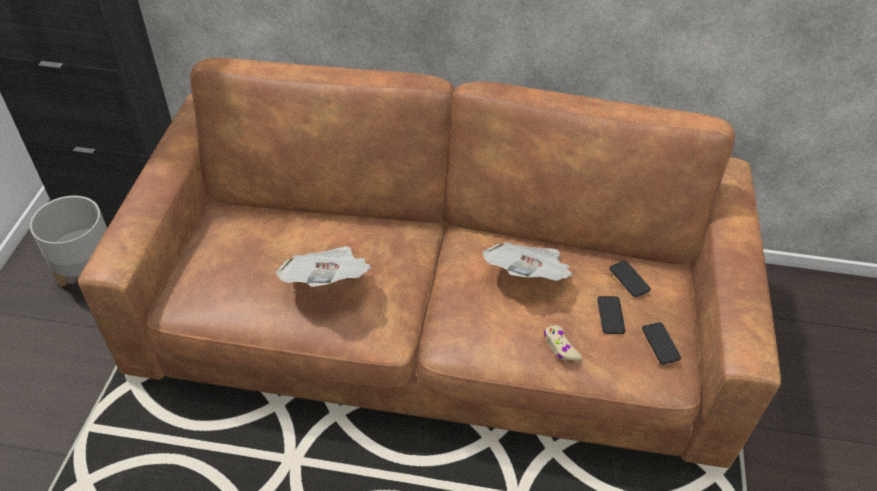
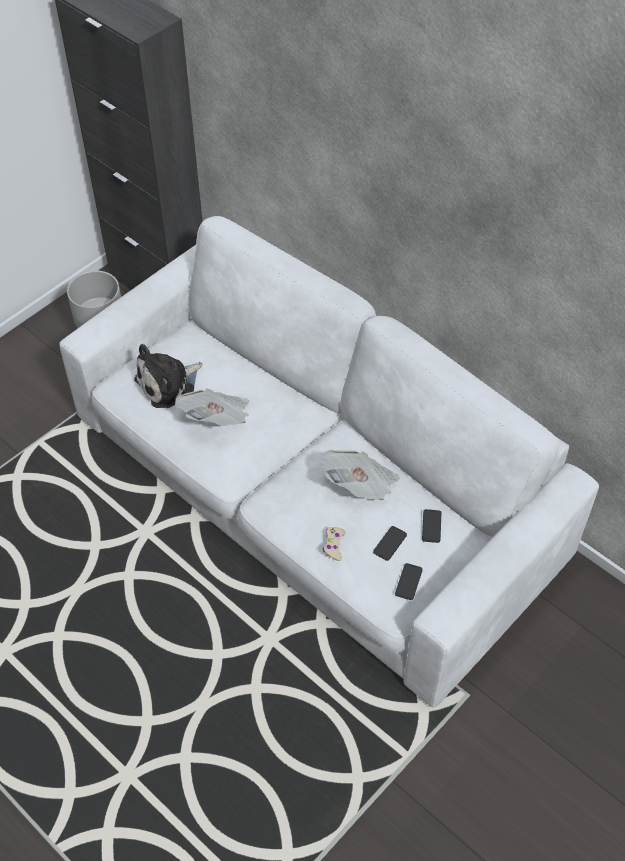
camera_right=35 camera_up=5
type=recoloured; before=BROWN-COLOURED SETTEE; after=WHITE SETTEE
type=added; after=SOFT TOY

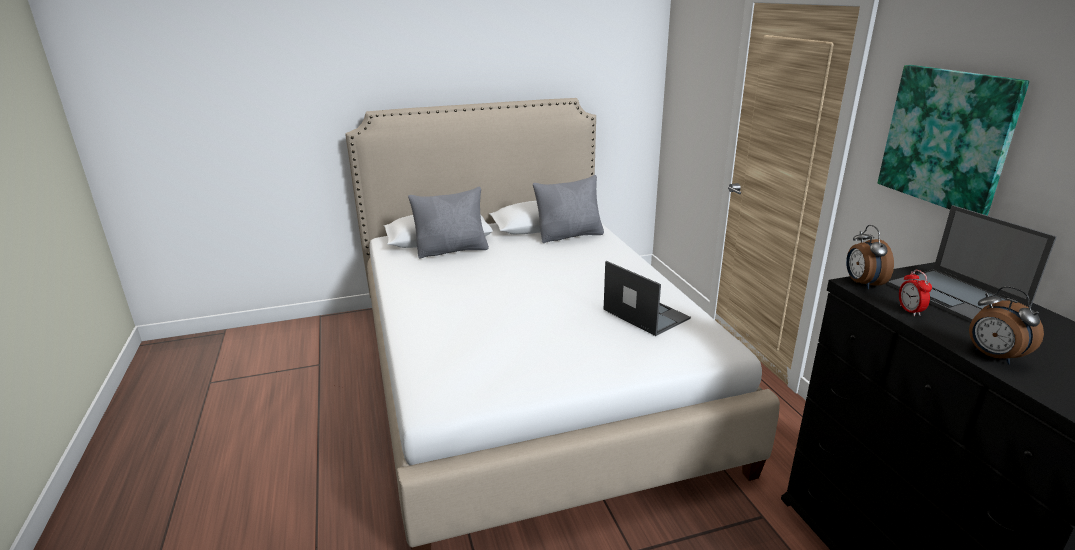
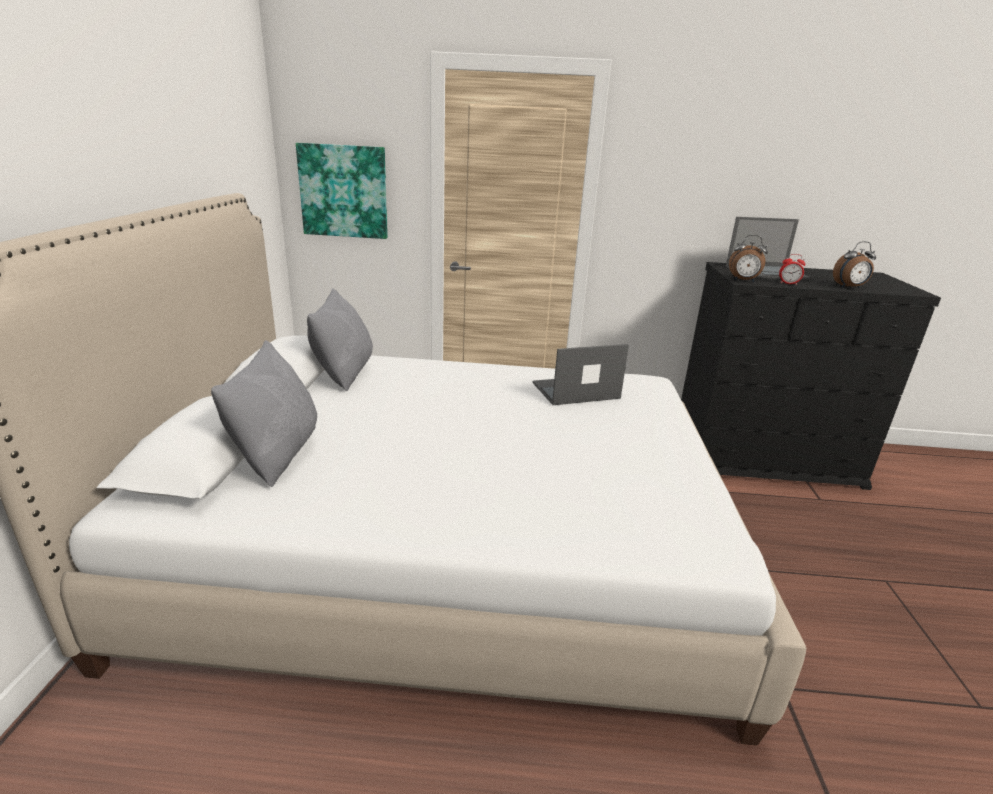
camera_right=-70 camera_up=0
type=moved; before=WALL PICTURE

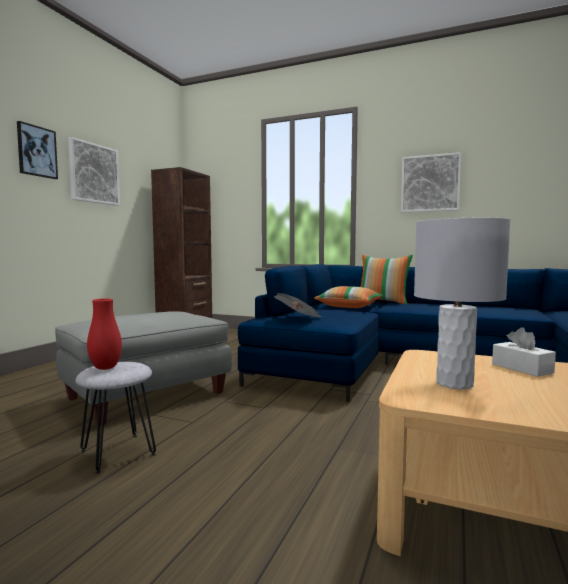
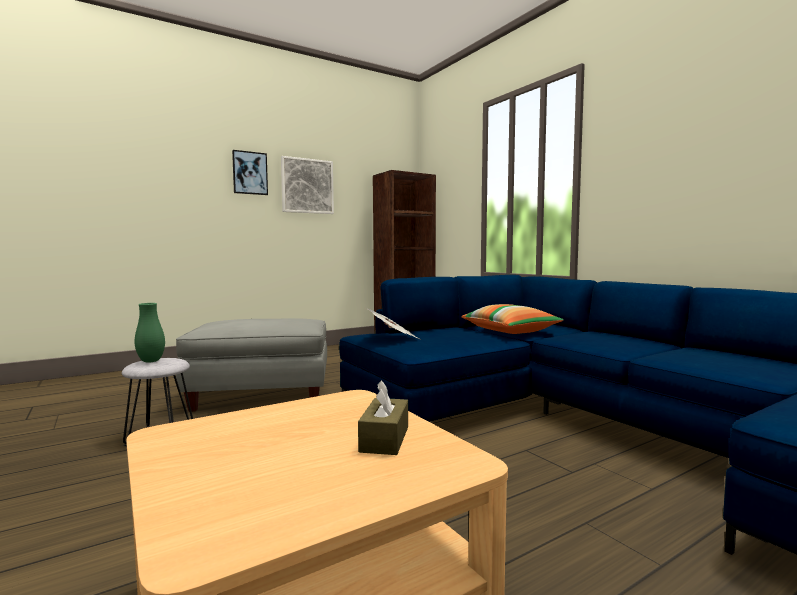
camera_right=35 camera_up=0
type=recoloured; before=REDDISH FLOWER VASE; after=GREEN-COLOURED FLOWER VASE
type=removed; before=THROW PILLOW (2nd from left)
type=removed; before=WALL PICTURE (3rd from left)
type=removed; before=GRAY TABLE LAMP
type=recoloured; before=WHITE TISSUE HOLDER; after=BROWN-COLOURED TISSUE HOLDER

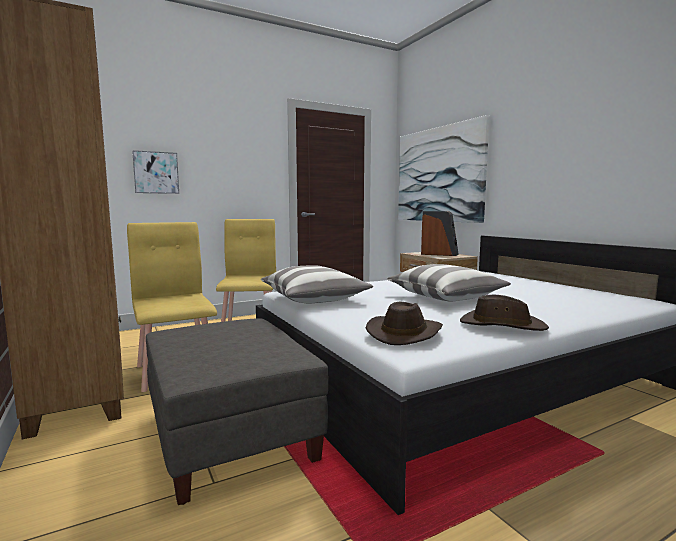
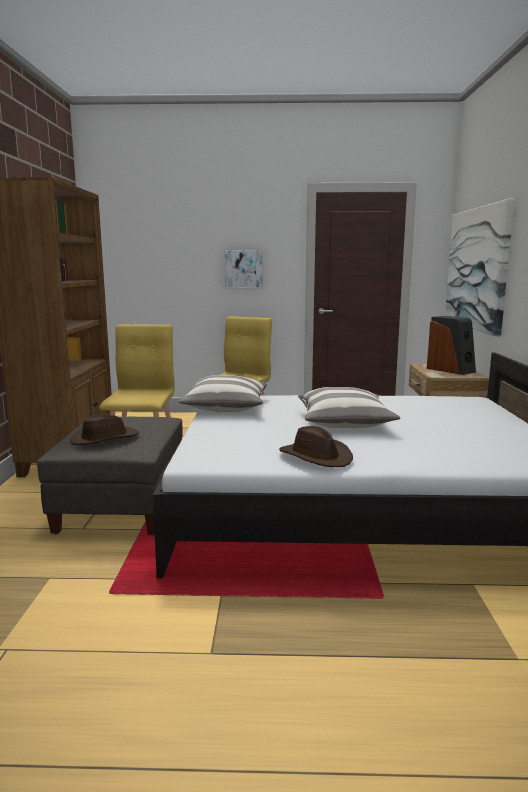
camera_right=30 camera_up=5
type=moved; before=WALL PICTURE (1st from left)
type=moved; before=BROWN-COLOURED HAT (1st from left)

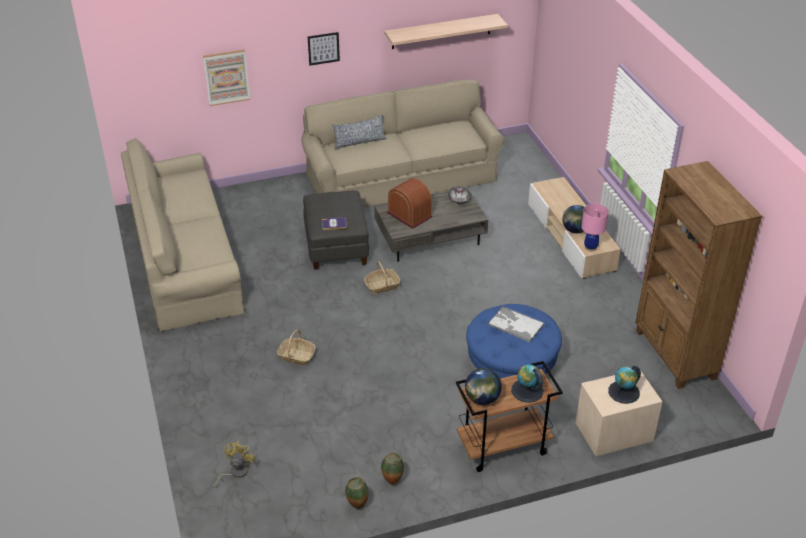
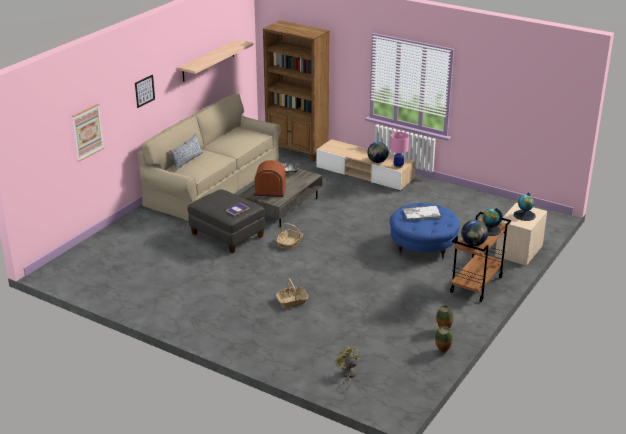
camera_right=-40 camera_up=-10
type=removed; before=SAND-COLOURED SETTEE (1st from left)
type=moved; before=BROWN-COLOURED SHELVING UNIT

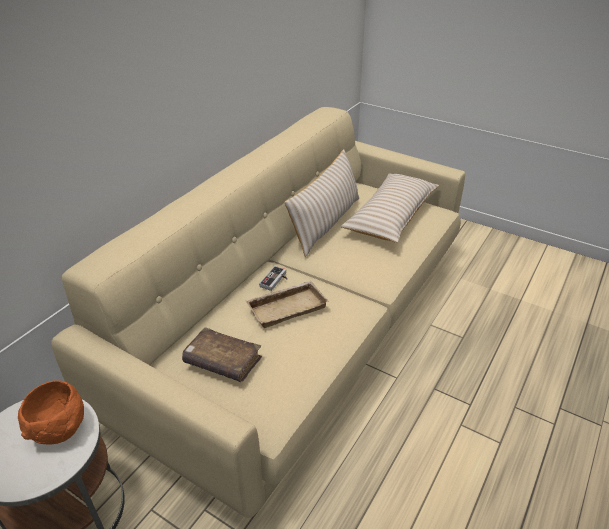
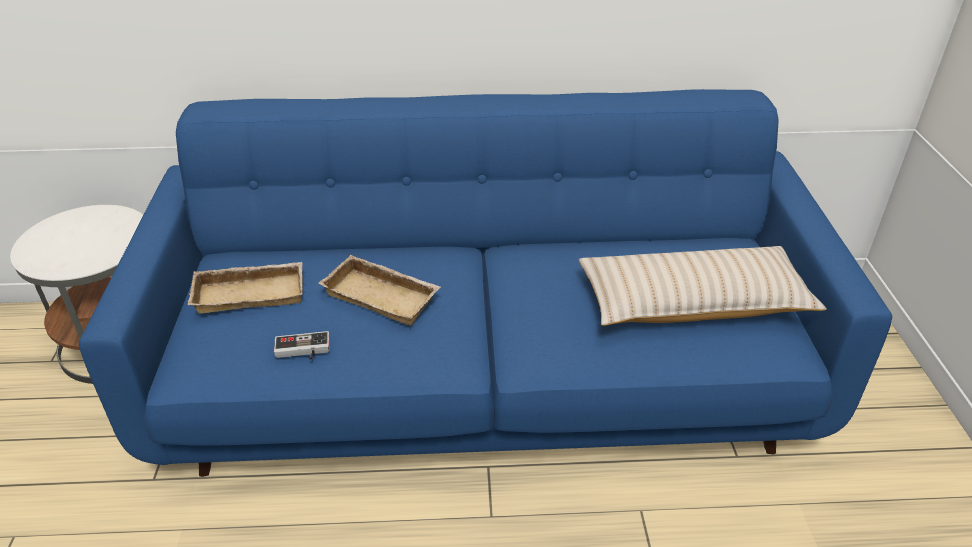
camera_right=55 camera_up=0
type=removed; before=ORANGE BOWL
type=recoloured; before=SAND-COLOURED SETTEE; after=BLUE-COLOURED SETTEE
type=replaced; before=BROWN-COLOURED BOOK; after=SAND-COLOURED TRAY (1st from left)
type=moved; before=GAMEPAD
type=removed; before=SAND-COLOURED THROW PILLOW (1st from left)

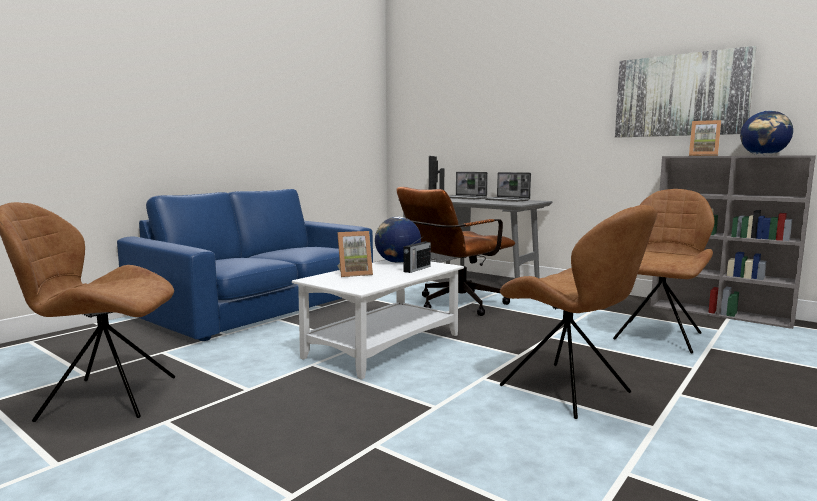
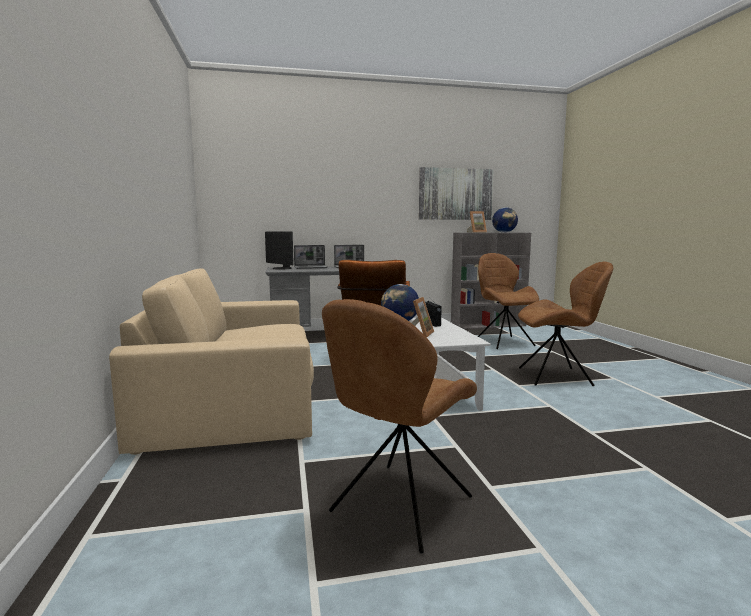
camera_right=-50 camera_up=0
type=recoloured; before=BLUE-COLOURED SETTEE; after=SAND-COLOURED SETTEE

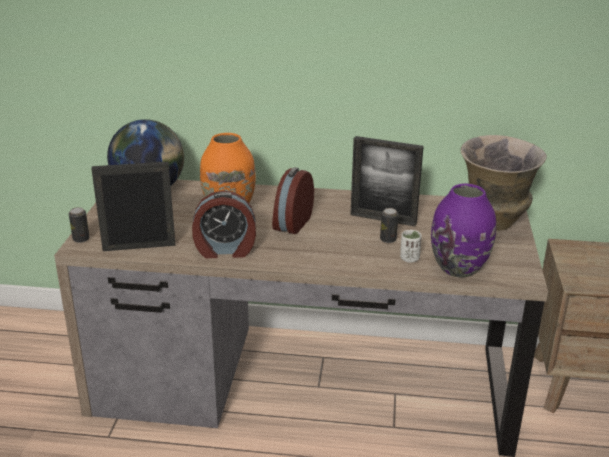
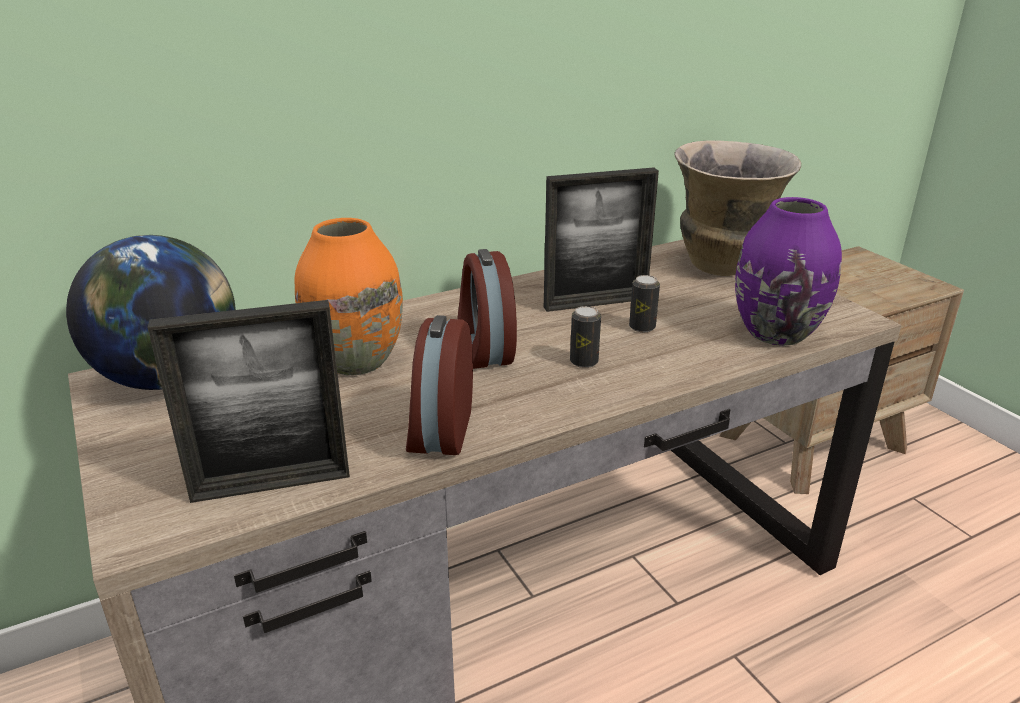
camera_right=-35 camera_up=0
type=moved; before=CAN (1st from left)
type=turned; before=STANDING FRAME (1st from left); turn=-150
type=turned; before=ALARM CLOCK (1st from left); turn=135
type=removed; before=WHITE DRINKING CUP

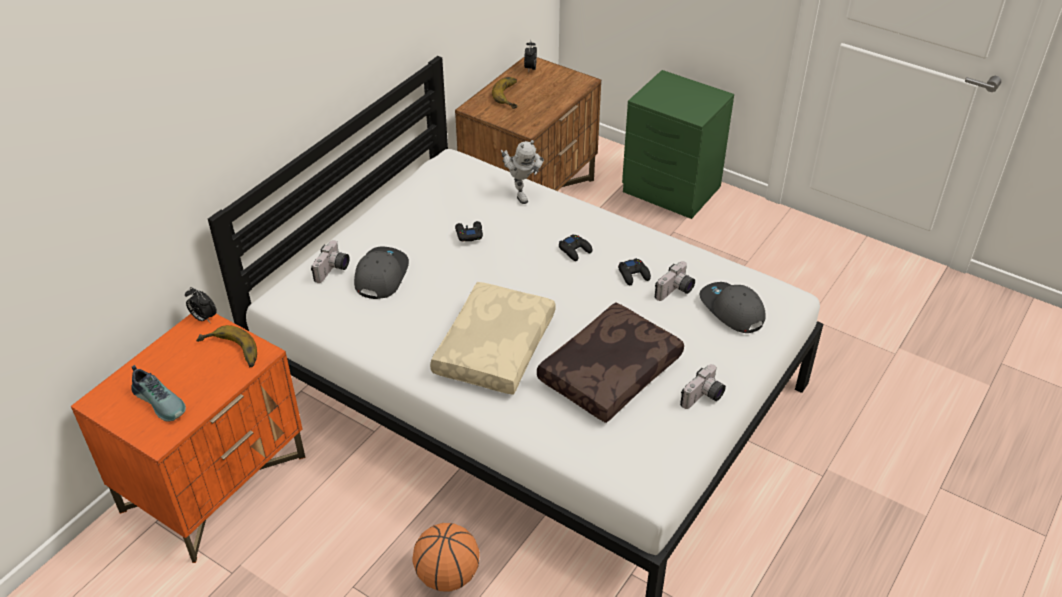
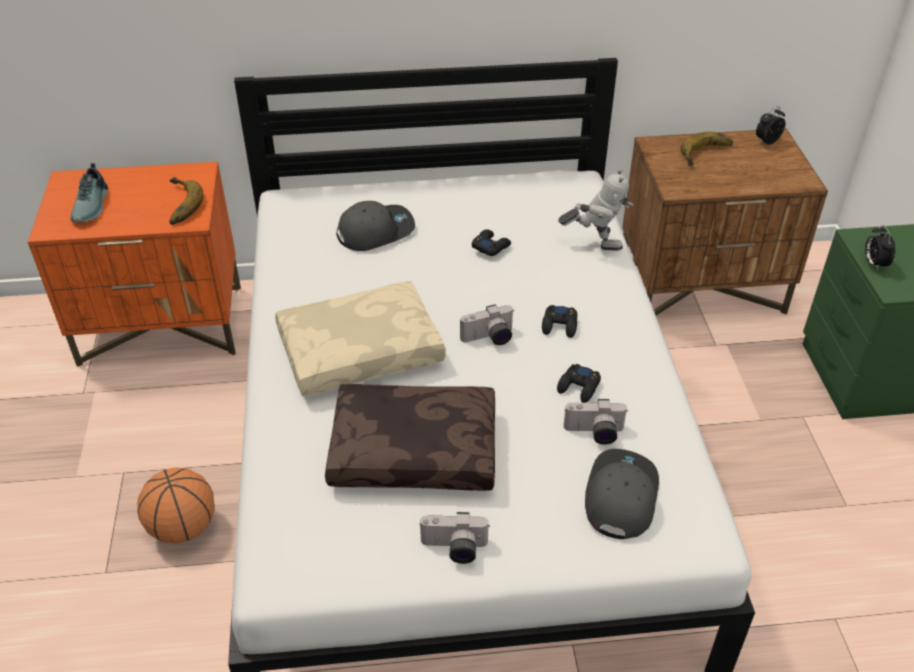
camera_right=50 camera_up=0
type=moved; before=ALARM CLOCK (1st from left in the first image); after=ALARM CLOCK (2nd from left)
type=moved; before=STILL CAMERA (1st from left in the first image); after=STILL CAMERA (2nd from left)
type=turned; before=MODEL ROBOT; turn=-105

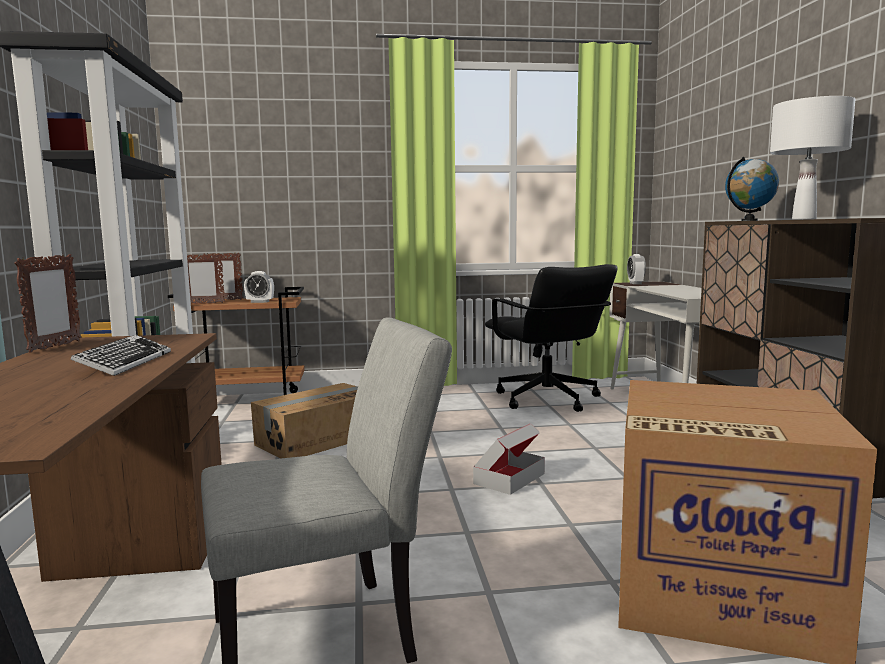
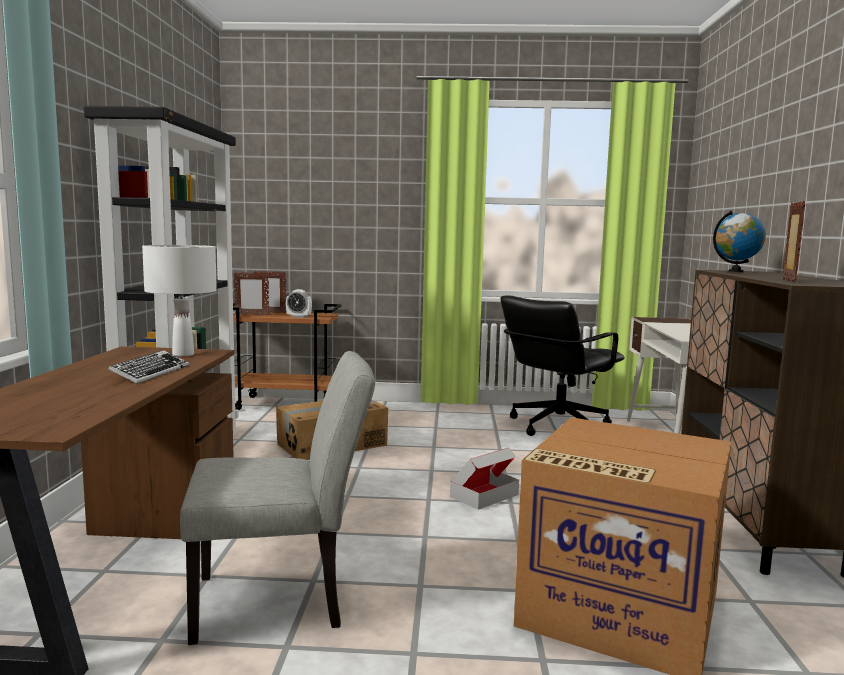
camera_right=10 camera_up=0
type=moved; before=STANDING FRAME (1st from left in the first image); after=STANDING FRAME (3rd from left)
type=turned; before=BLACK-COLOURED OFFICE CHAIR; turn=60
type=removed; before=ALARM CLOCK (2nd from left)
type=moved; before=WHITE TABLE LAMP

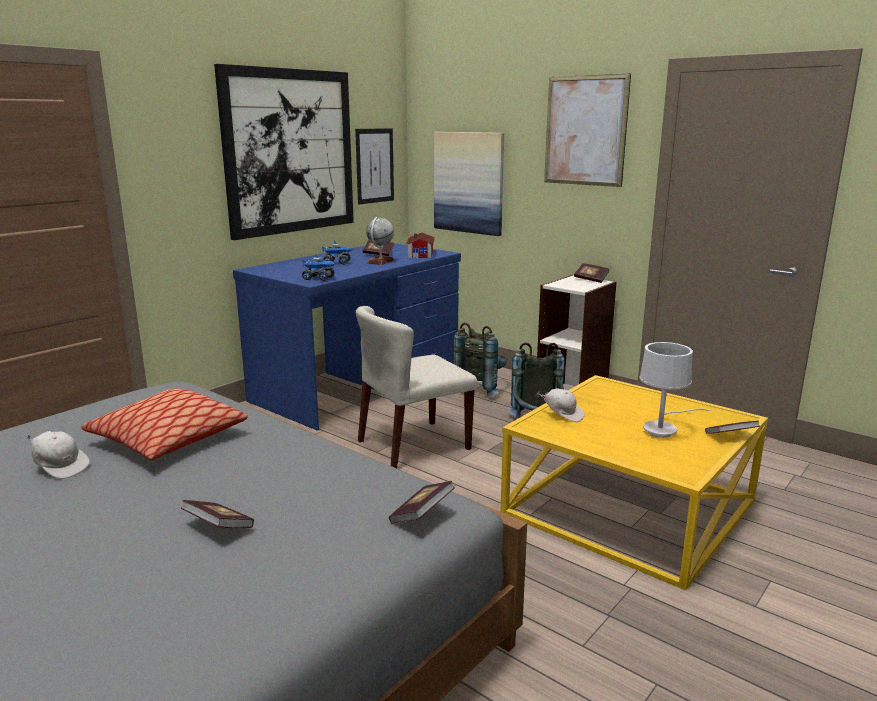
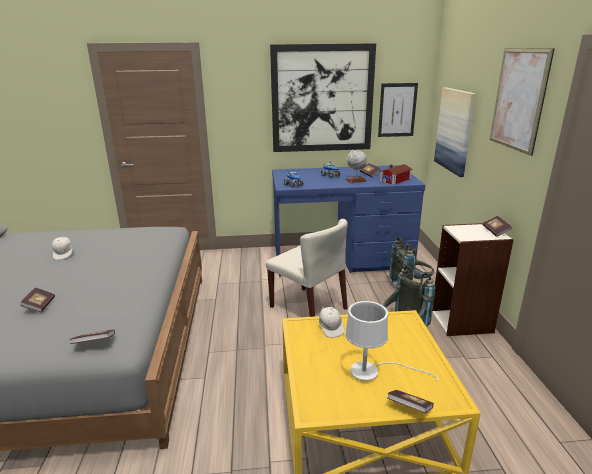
camera_right=45 camera_up=5
type=removed; before=THROW PILLOW
type=turned; before=SAND-COLOURED PLAIN CHAIR; turn=-150

